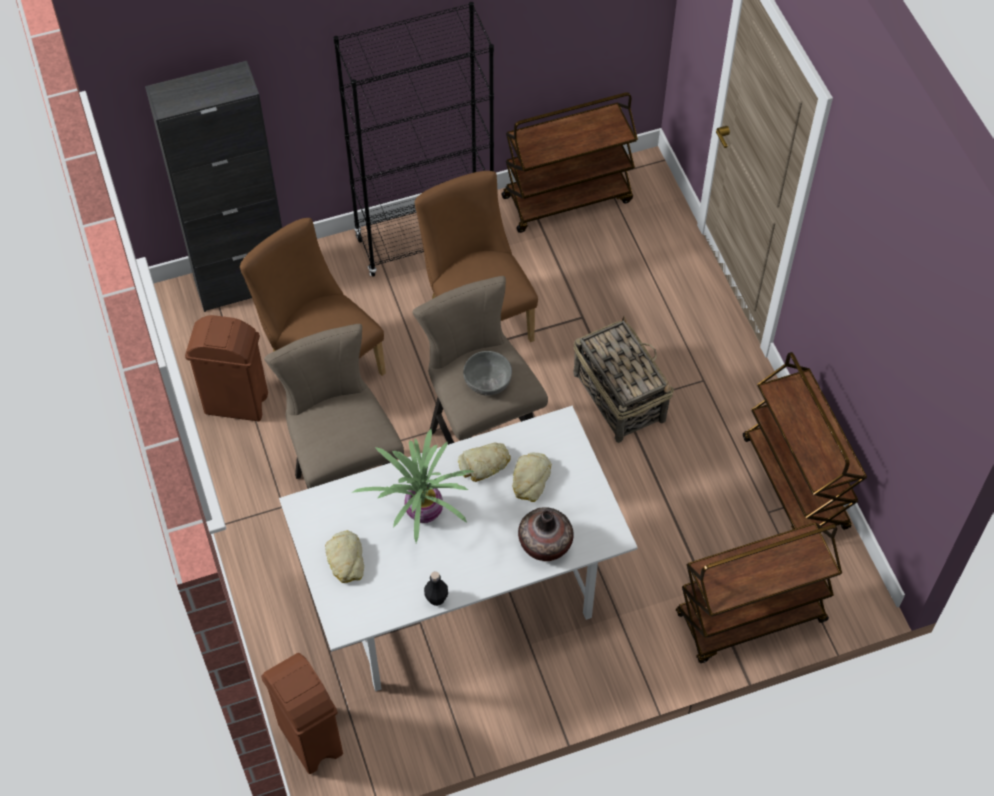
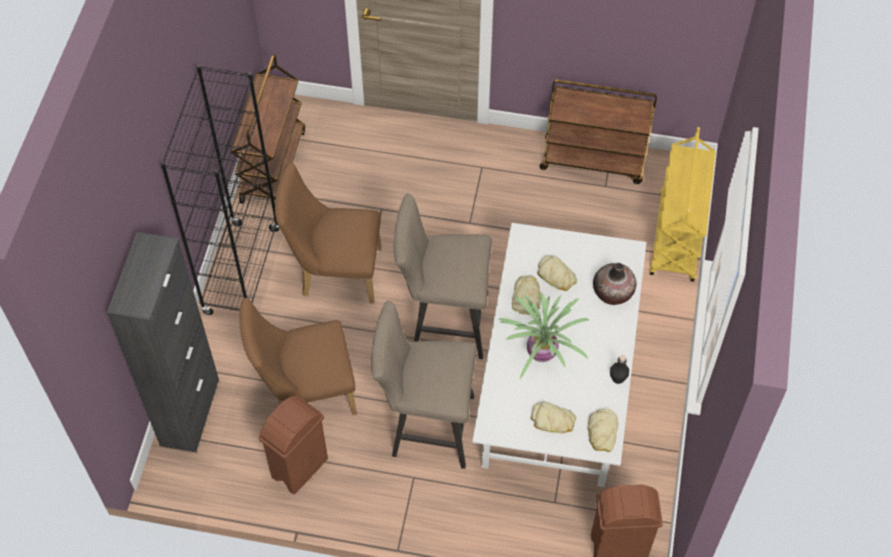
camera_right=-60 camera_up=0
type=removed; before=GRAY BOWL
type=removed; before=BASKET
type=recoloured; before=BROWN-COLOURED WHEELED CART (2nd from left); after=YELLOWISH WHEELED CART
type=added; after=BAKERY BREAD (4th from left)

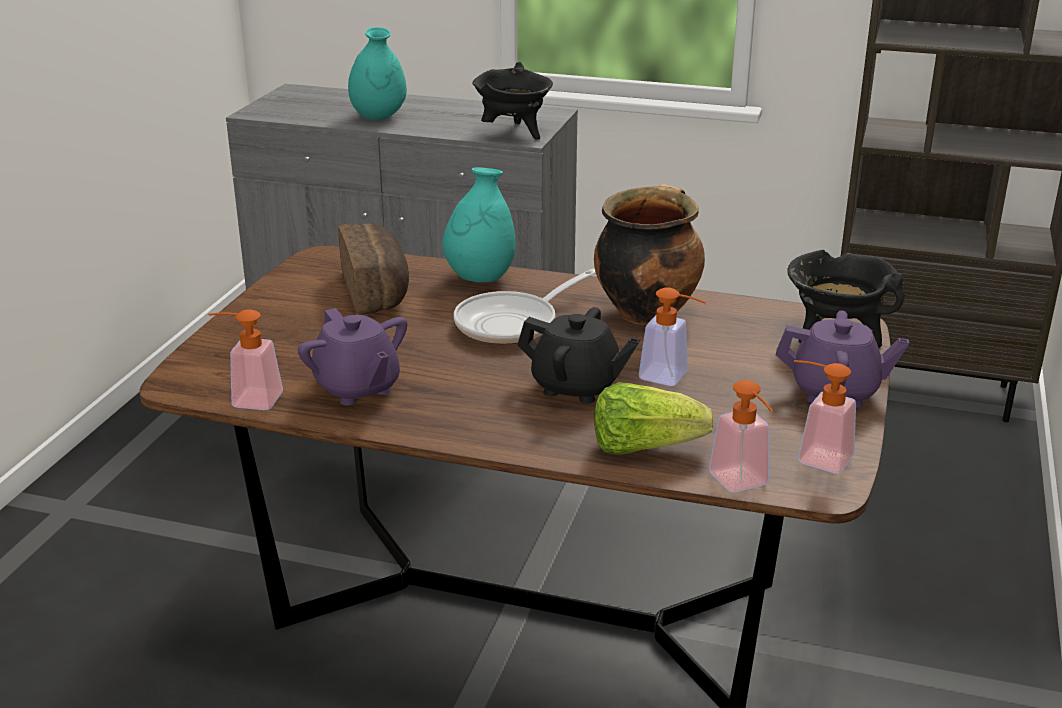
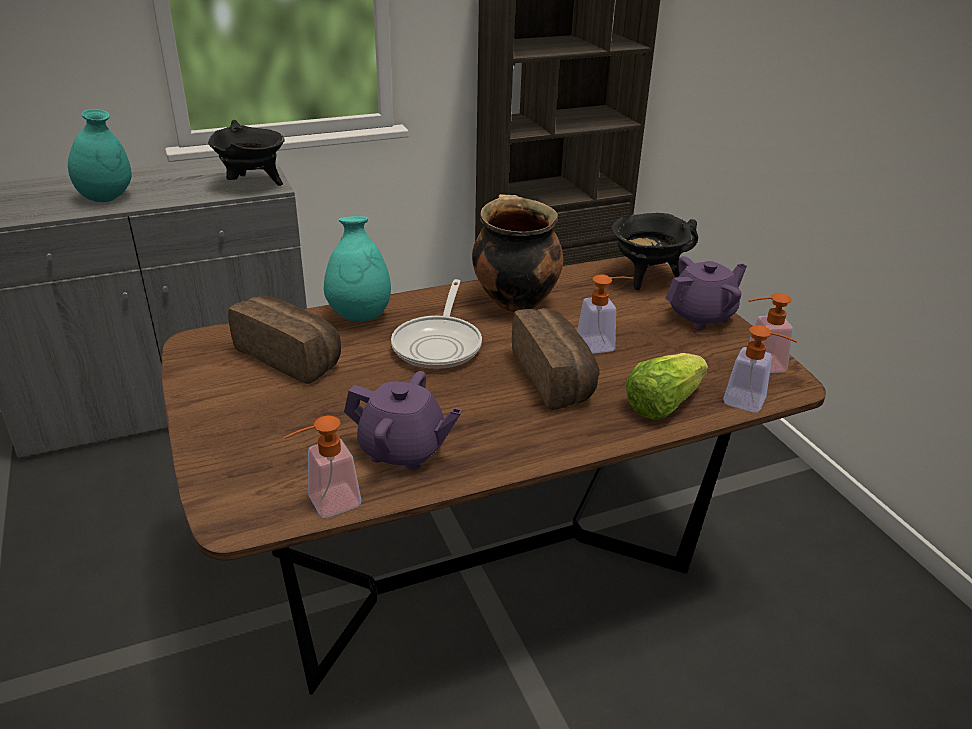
camera_right=-40 camera_up=5
type=replaced; before=BLACK-COLOURED POT FOR TEA; after=BAKERY BREAD (2nd from left)

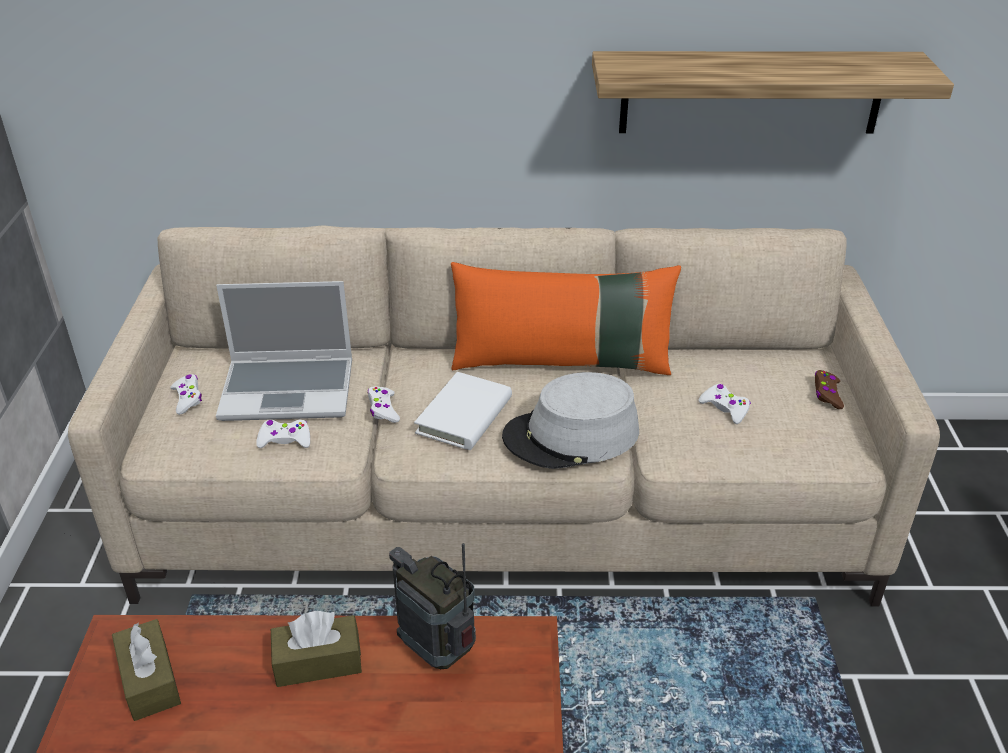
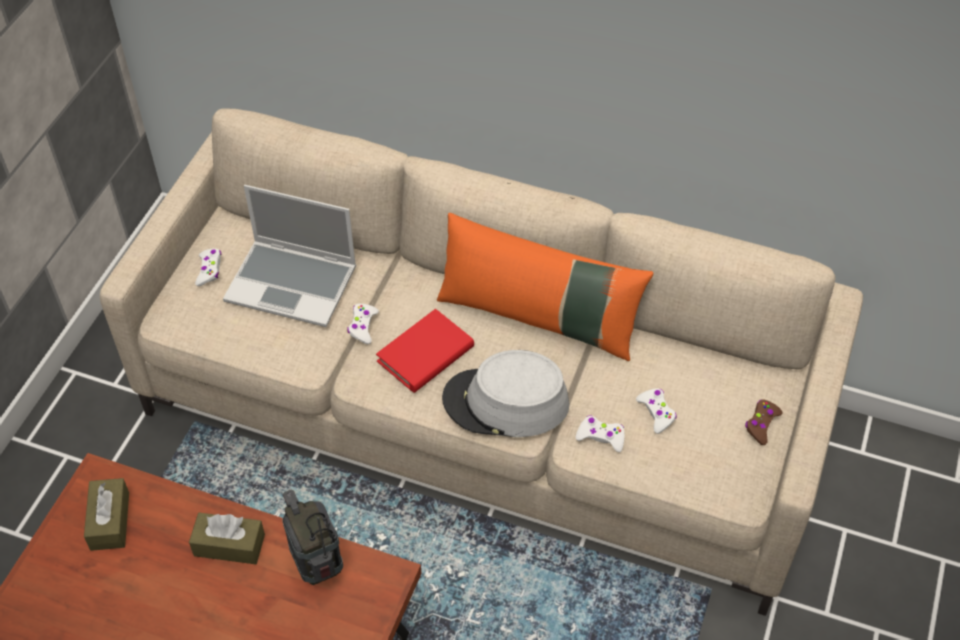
camera_right=20 camera_up=15
type=moved; before=WHITE GAMEPAD (2nd from left in the first image); after=WHITE GAMEPAD (3rd from left)
type=recoloured; before=WHITE BOOK; after=REDDISH BOOK
type=removed; before=WALL SHELF

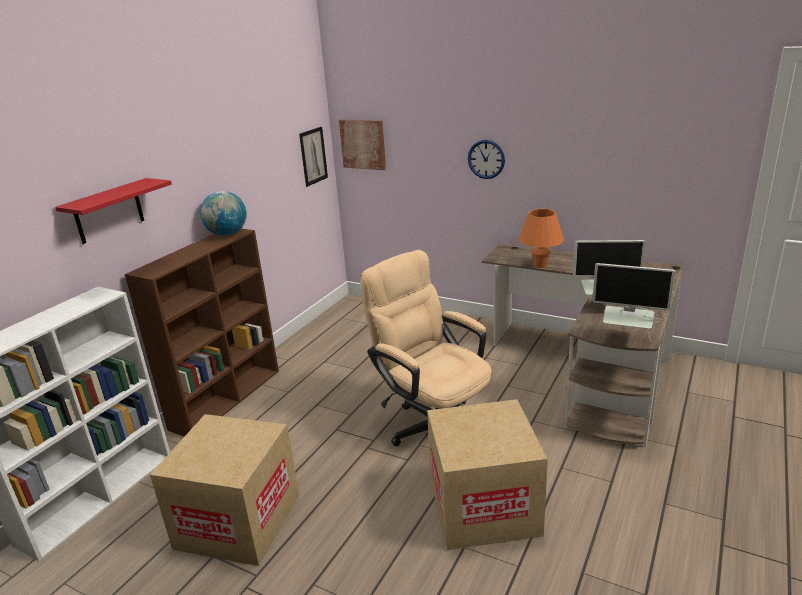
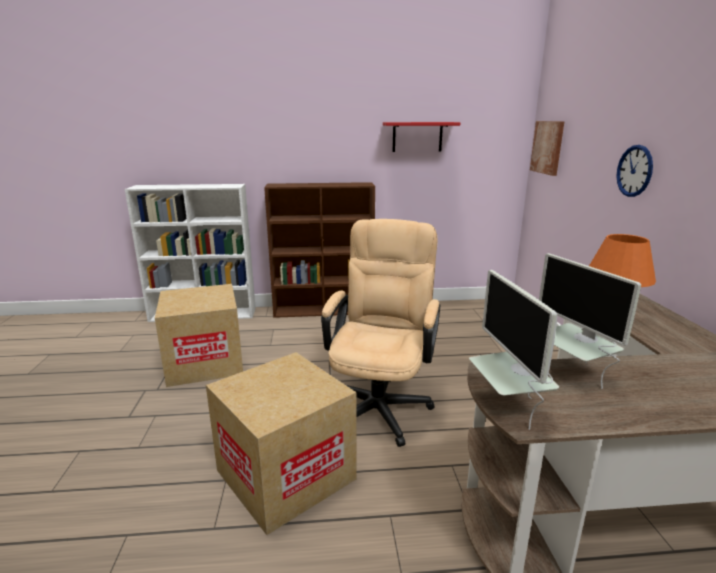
camera_right=55 camera_up=-5
type=moved; before=REDDISH WALL SHELF
type=removed; before=WORLD GLOBE
type=removed; before=WALL PICTURE (1st from left)

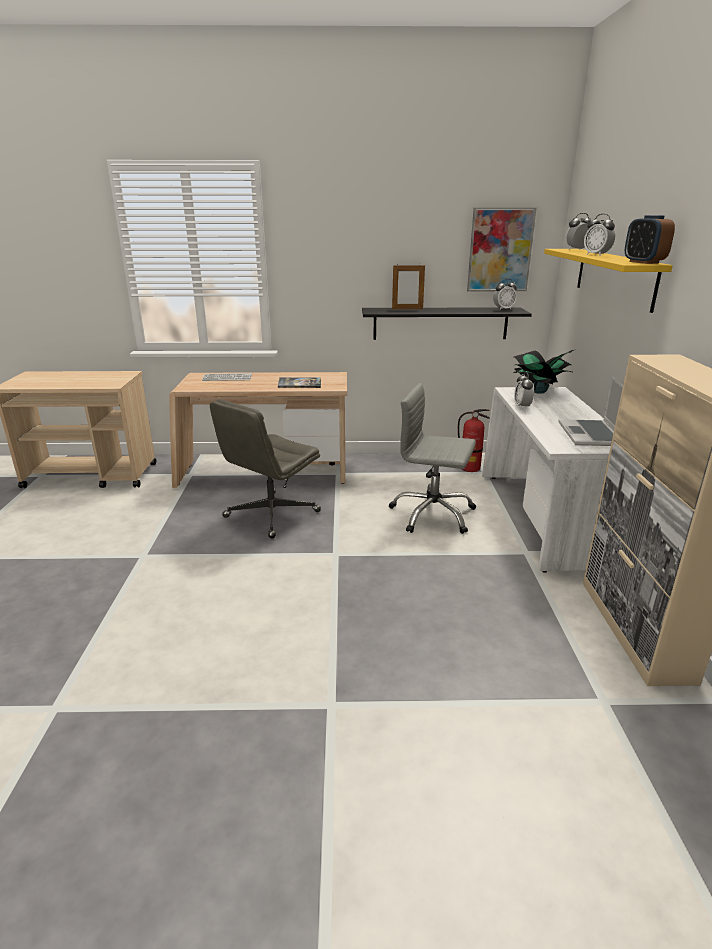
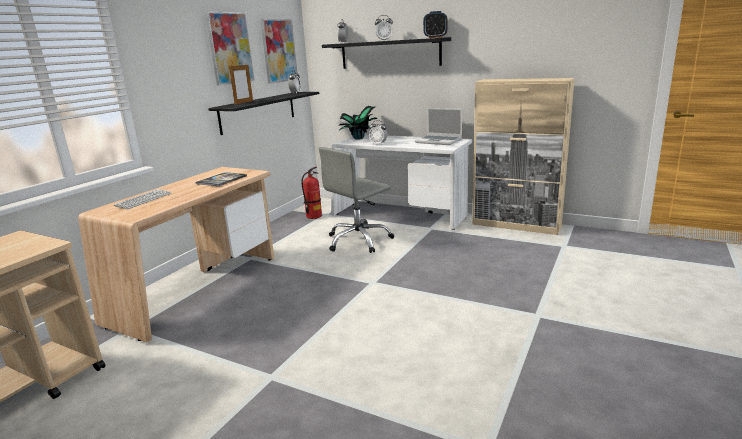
camera_right=-60 camera_up=-5
type=removed; before=GRAY OFFICE CHAIR (1st from left)
type=recoloured; before=YELLOWISH WALL SHELF; after=BLACK-COLOURED WALL SHELF (2nd from left)
type=added; after=WALL PICTURE (1st from left)

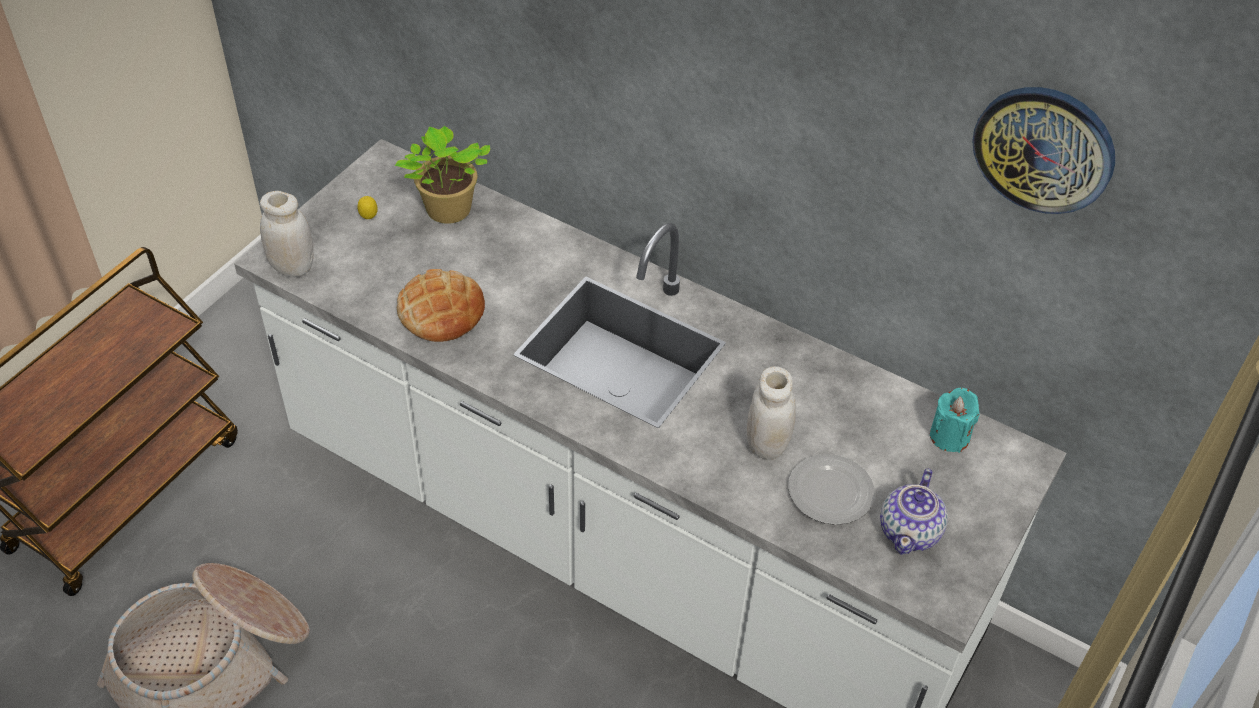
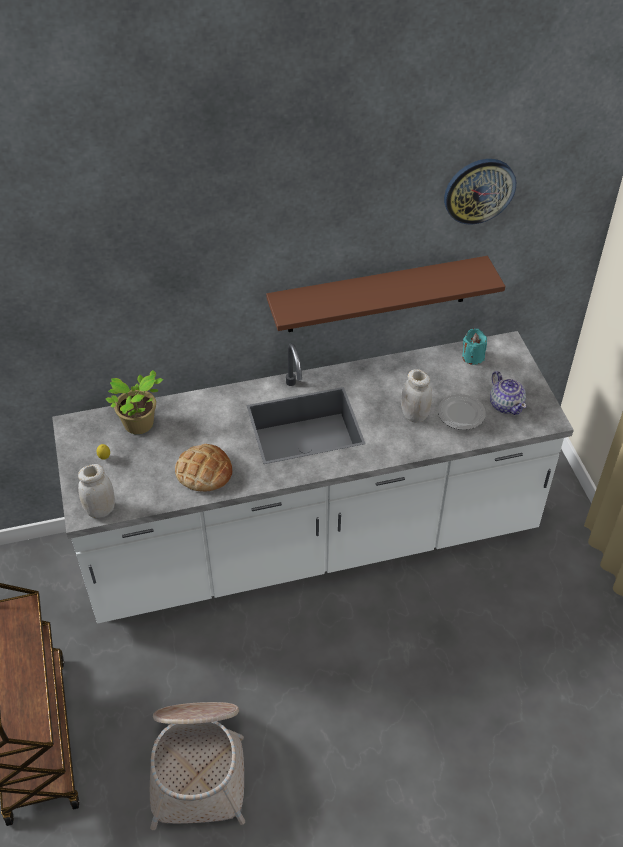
camera_right=-45 camera_up=0
type=added; after=BROWN-COLOURED WALL SHELF

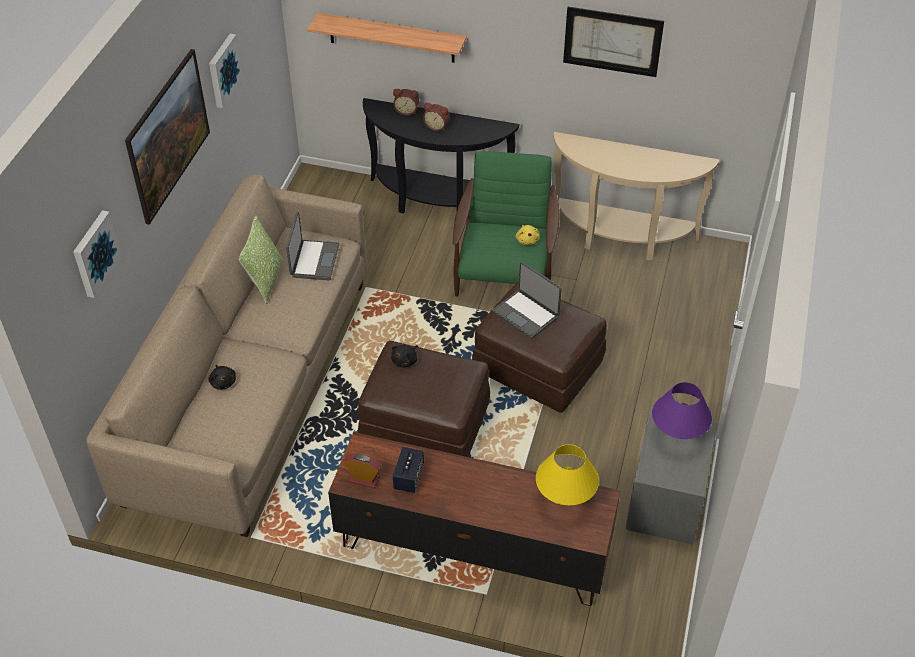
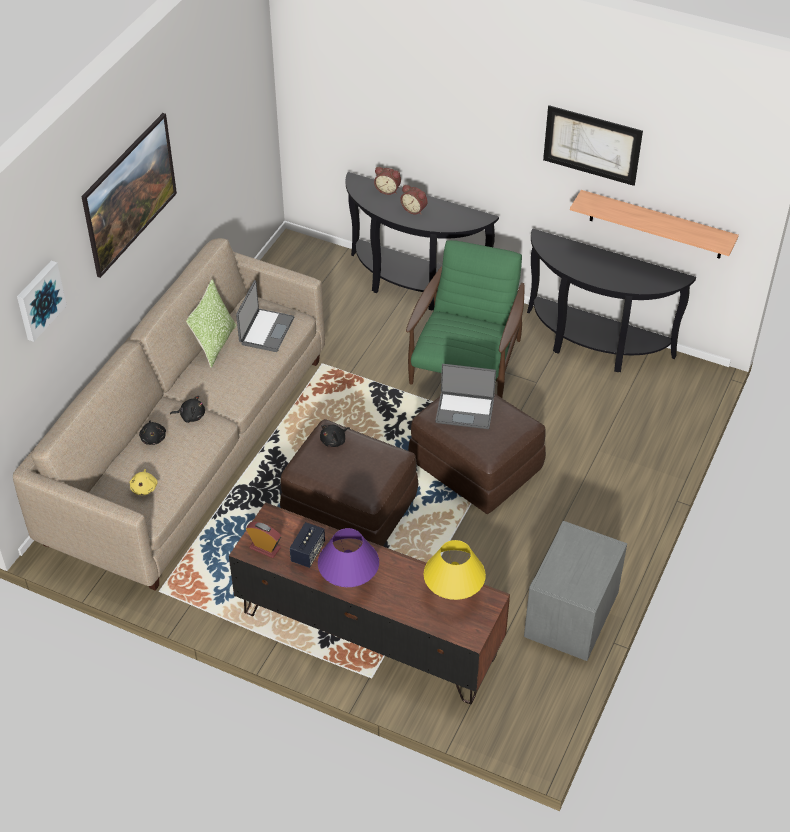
camera_right=10 camera_up=0
type=removed; before=WALL PICTURE (3rd from left)
type=moved; before=WALL SHELF
type=turned; before=NOTEBOOK COMPUTER (2nd from left); turn=-45
type=moved; before=YELLOWISH SOFT TOY
type=recoloured; before=SAND-COLOURED NARROW TABLE; after=BLACK-COLOURED NARROW TABLE (2nd from left)
type=moved; before=PURPLE TABLE LAMP
type=added; after=BLACK-COLOURED SOFT TOY (2nd from left)

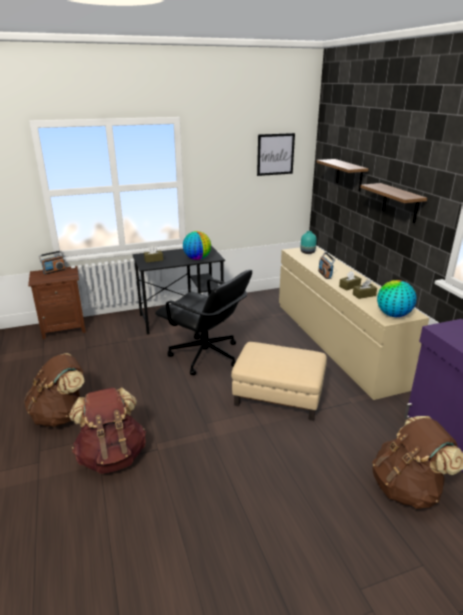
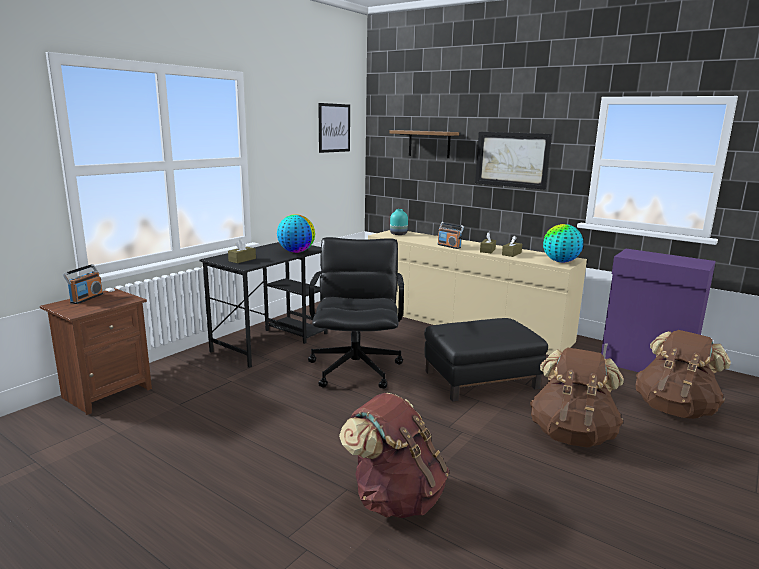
camera_right=-35 camera_up=-10
type=moved; before=BROWN-COLOURED KNAPSACK (1st from left in the first image); after=BROWN-COLOURED KNAPSACK (2nd from left)
type=turned; before=BLACK-COLOURED OFFICE CHAIR; turn=-90
type=recoloured; before=SAND-COLOURED FOOTREST; after=BLACK-COLOURED FOOTREST
type=replaced; before=WALL SHELF (2nd from left); after=WALL PICTURE (2nd from left)

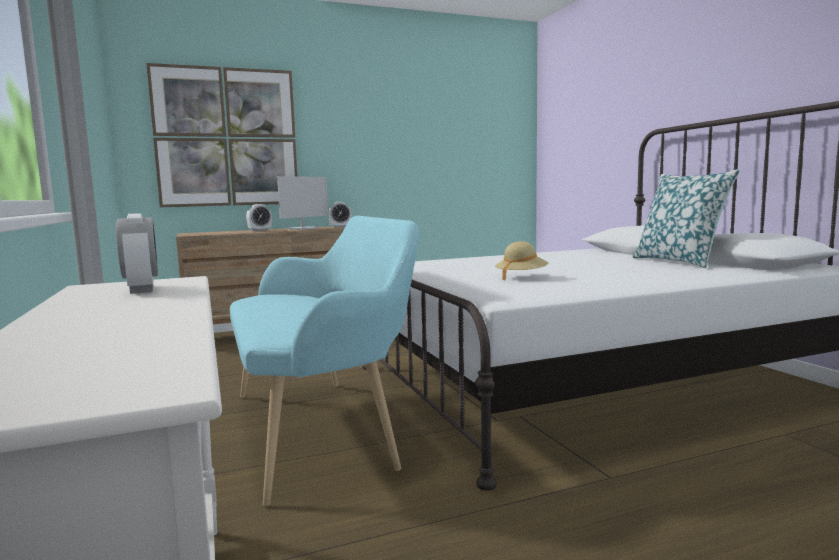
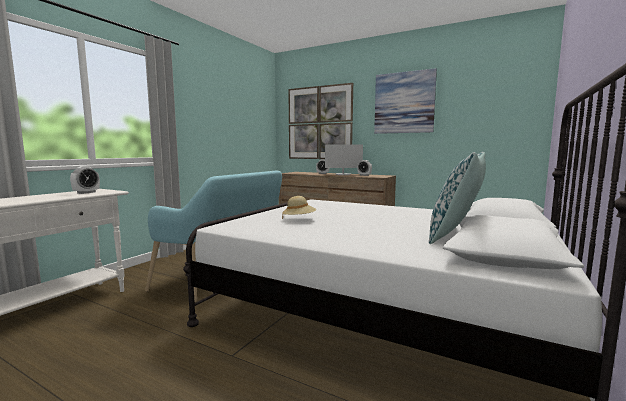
camera_right=50 camera_up=0
type=added; after=WALL PICTURE (2nd from left)

